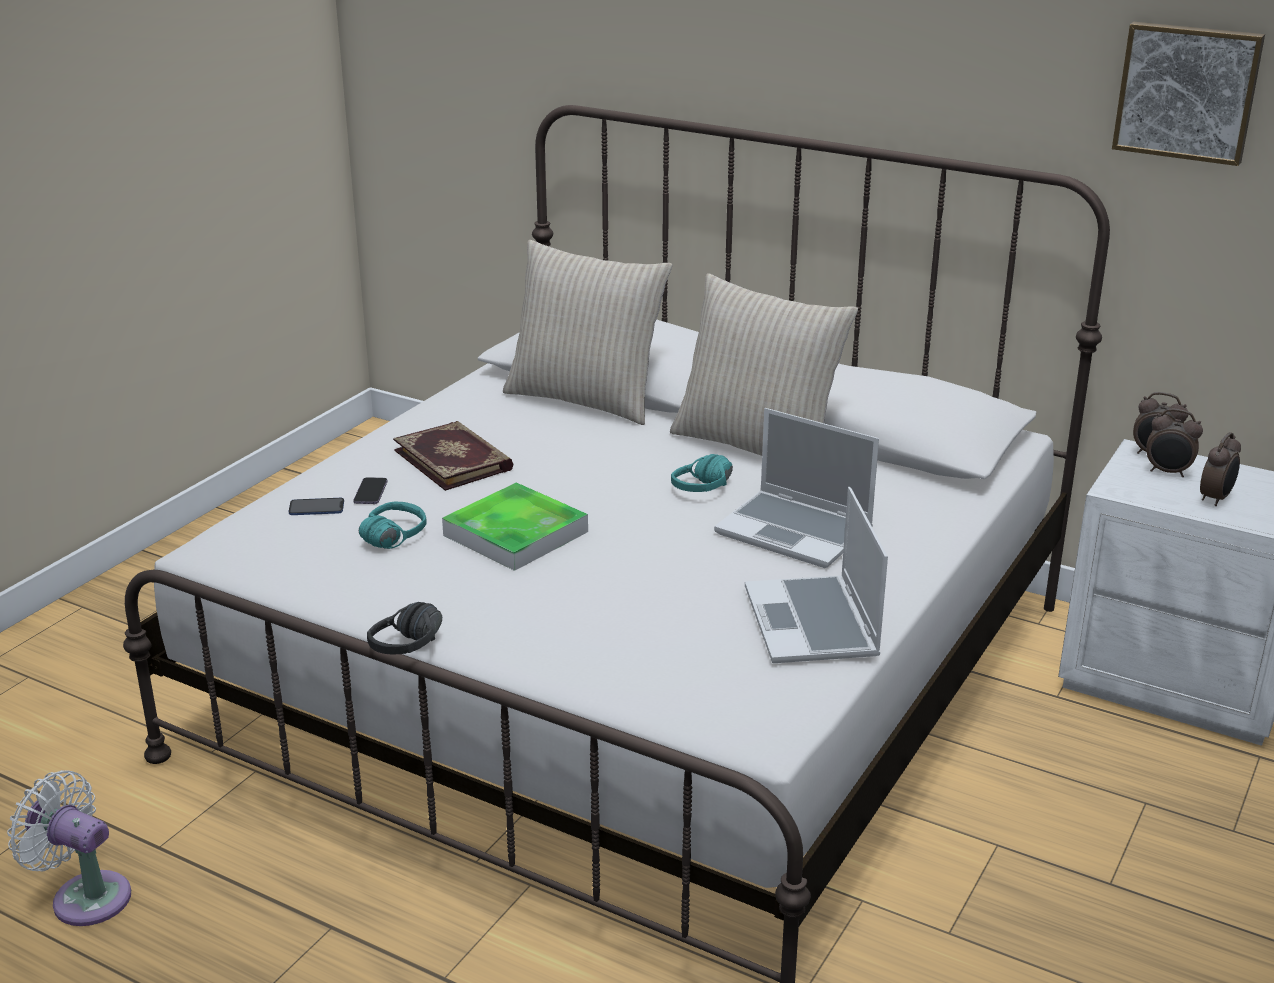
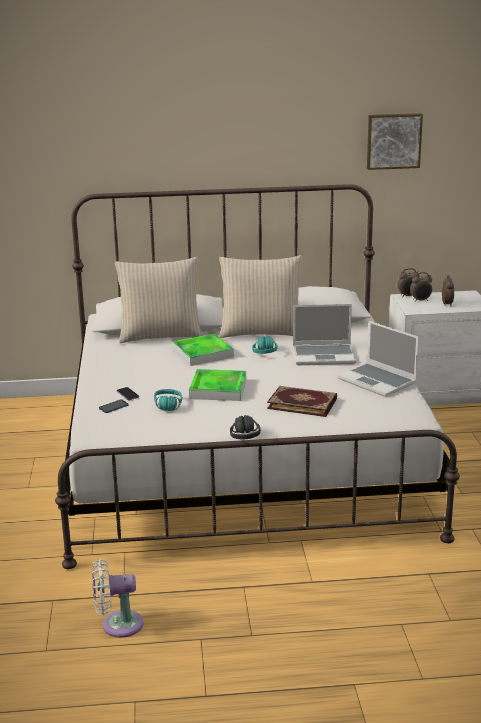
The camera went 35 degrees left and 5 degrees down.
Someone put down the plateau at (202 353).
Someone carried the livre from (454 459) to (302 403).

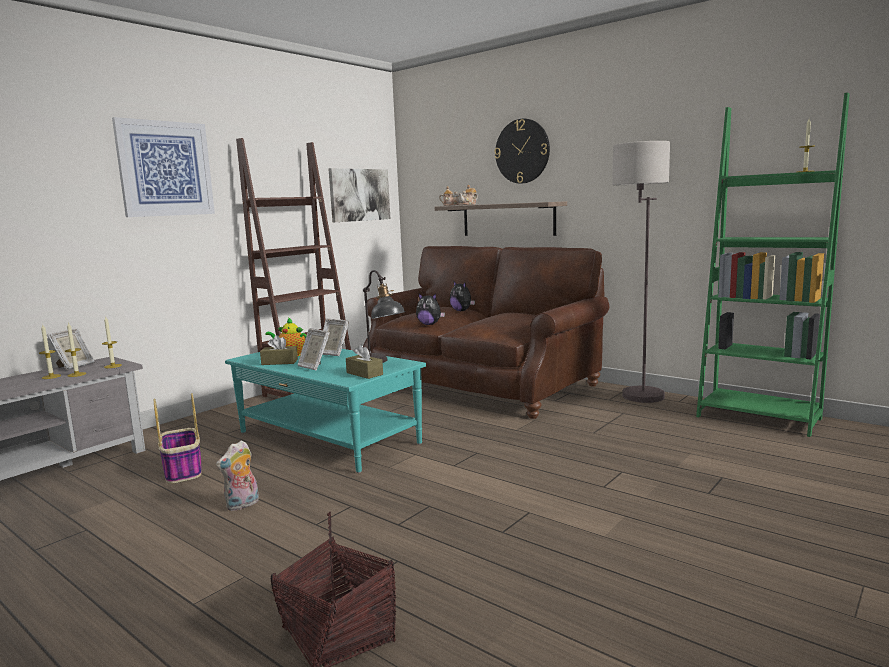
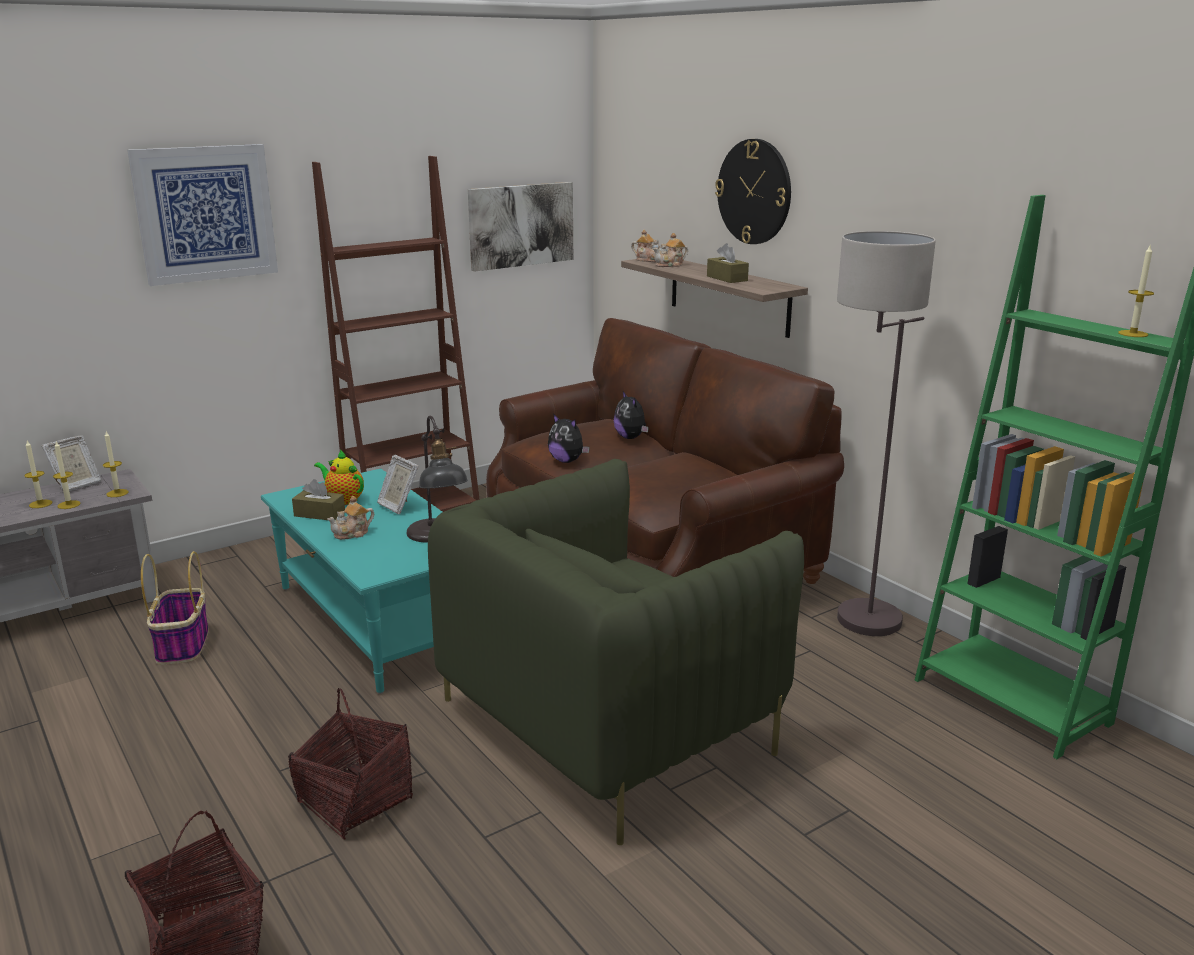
The camera went 15 degrees right and 10 degrees up.
Someone put down the panier at (355 800).
Someone swapped the cadre photo at (314 367) for the théière at (352 533).
Someone put down the fauteuil/vert at (608 723).
Someone carried the boîte à mouchoirs/marron from (364 373) to (727 278).
Someone took away the peluche at (242 505).

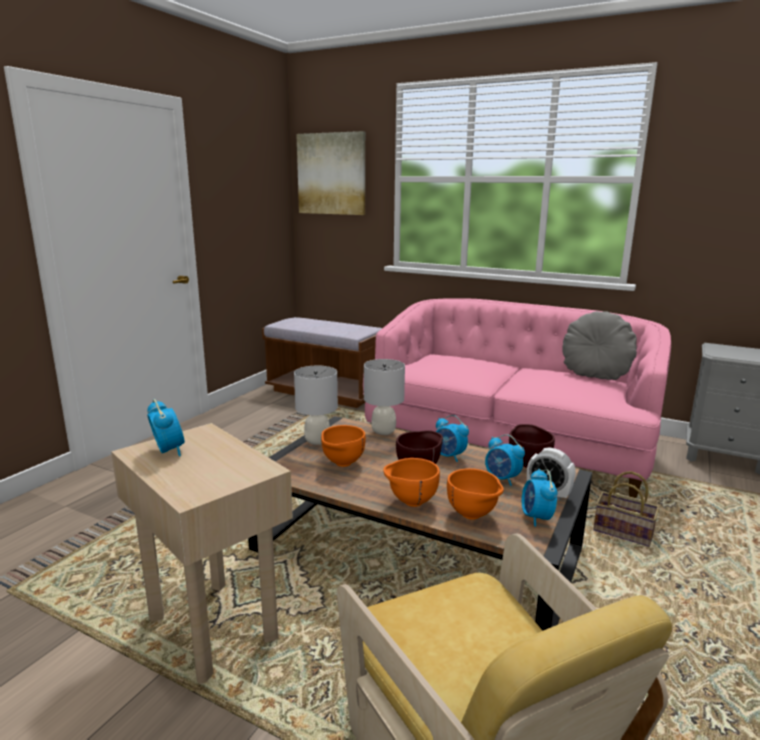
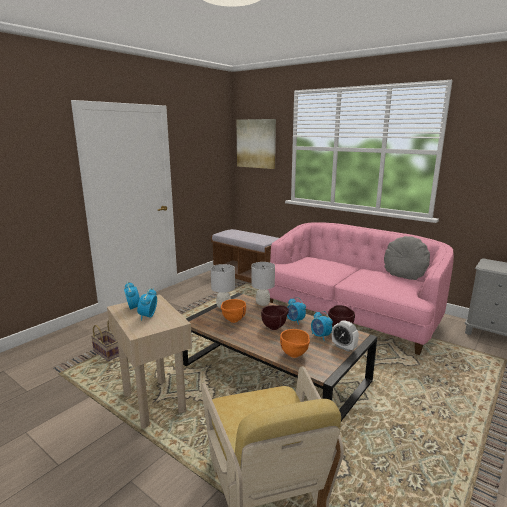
The camera went 10 degrees right and 0 degrees up.
Someone carried the panier from (624 532) to (109 353).
Someone carried the réveil from (536 518) to (148 316).
Someone took away the bol/orange at (410 502).

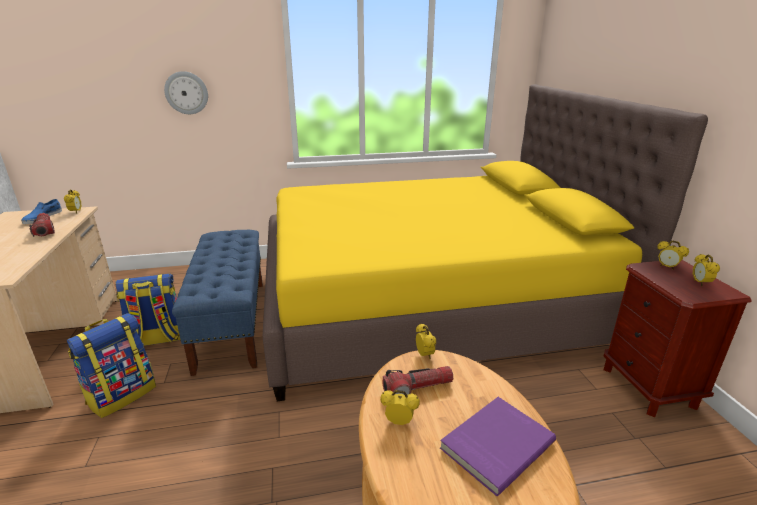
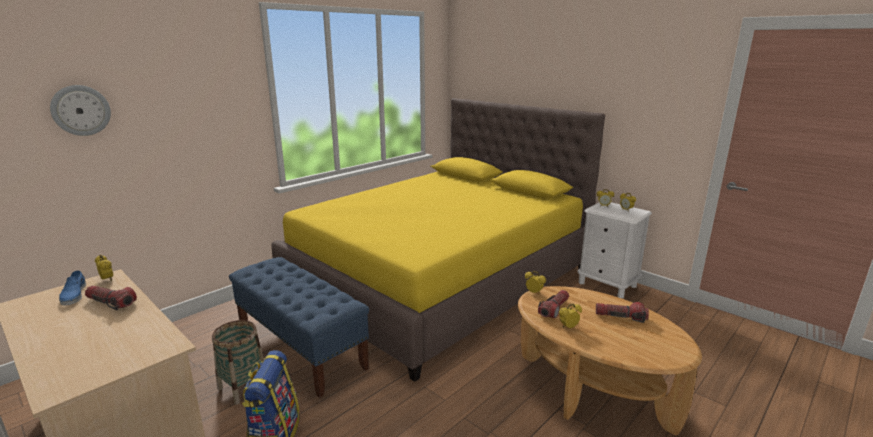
The camera went 35 degrees left and 5 degrees down.
Someone carried the horloge murale from (186 93) to (81 110).
Someone swapped the sac à dos at (157 339) for the panier at (243 387).
Someone repainted the table de chevet/marron at (648 387), which became the table de chevet/blanc at (607 284).
Someone swapped the livre/violet at (495 444) for the lampe de poche at (620 317).

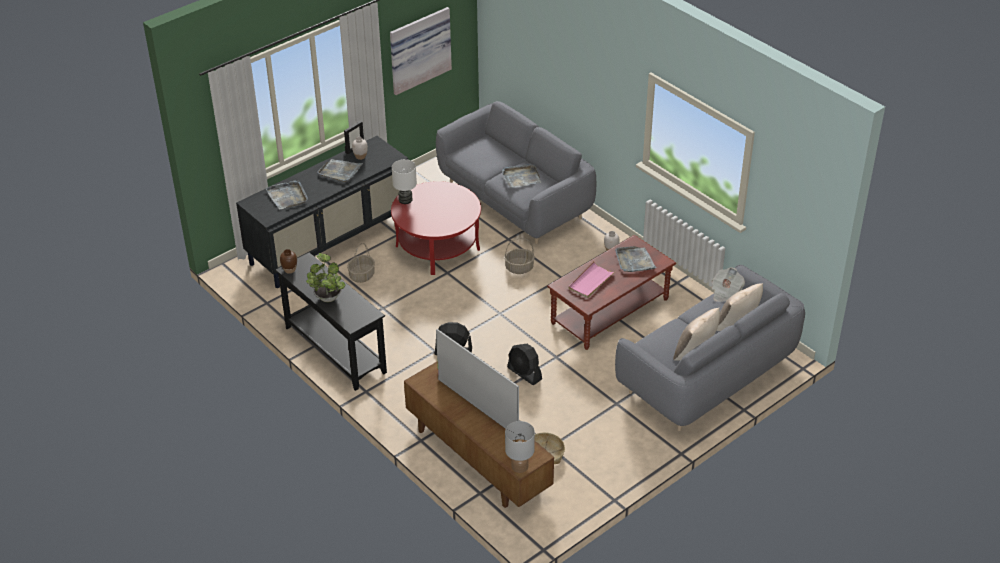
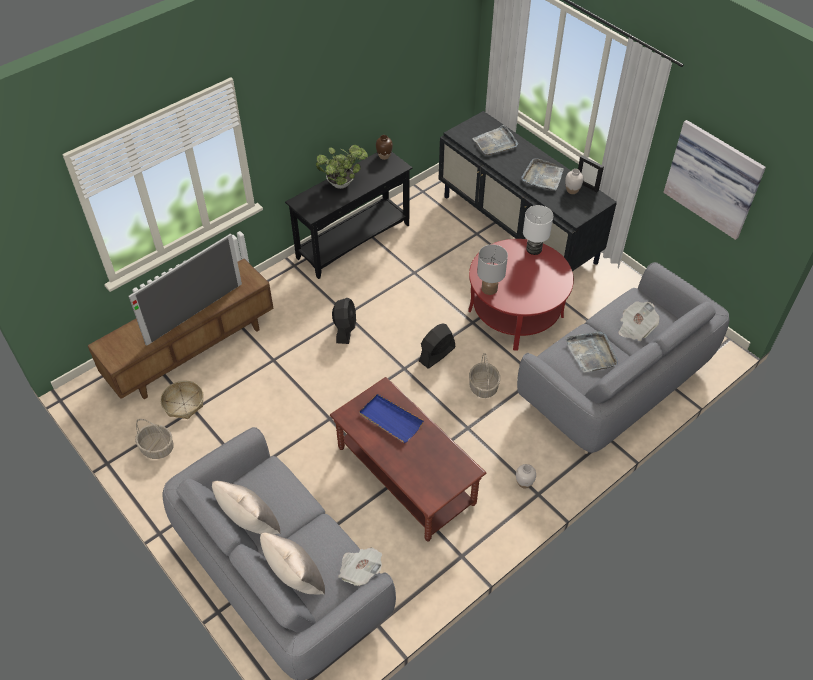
The camera went 90 degrees right and 10 degrees up.
Someone carried the panier from (362 276) to (157 448).
Someone repainted the plateau/rose at (591 281), which became the plateau/bleu at (390 419).
Someone carried the ventilateur/noir from (524 373) to (437 354).
Someone carried the lampe de table/gris from (519 466) to (489 288).
Someone put down the journal at (635 328).
Someone took away the plateau/gris at (634 261).

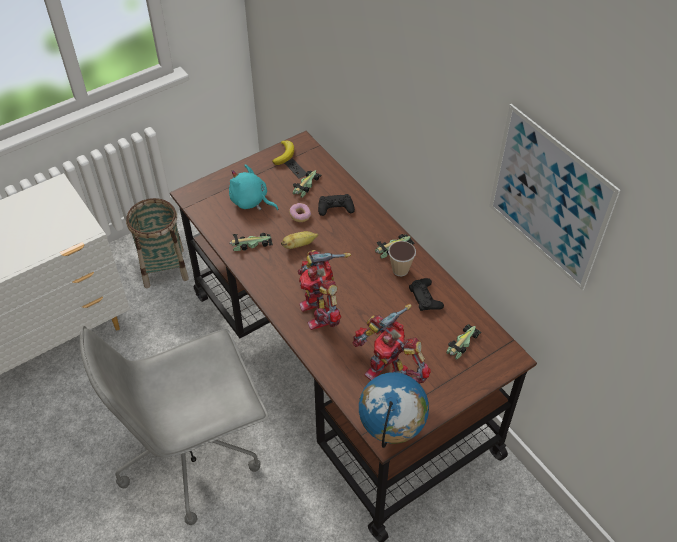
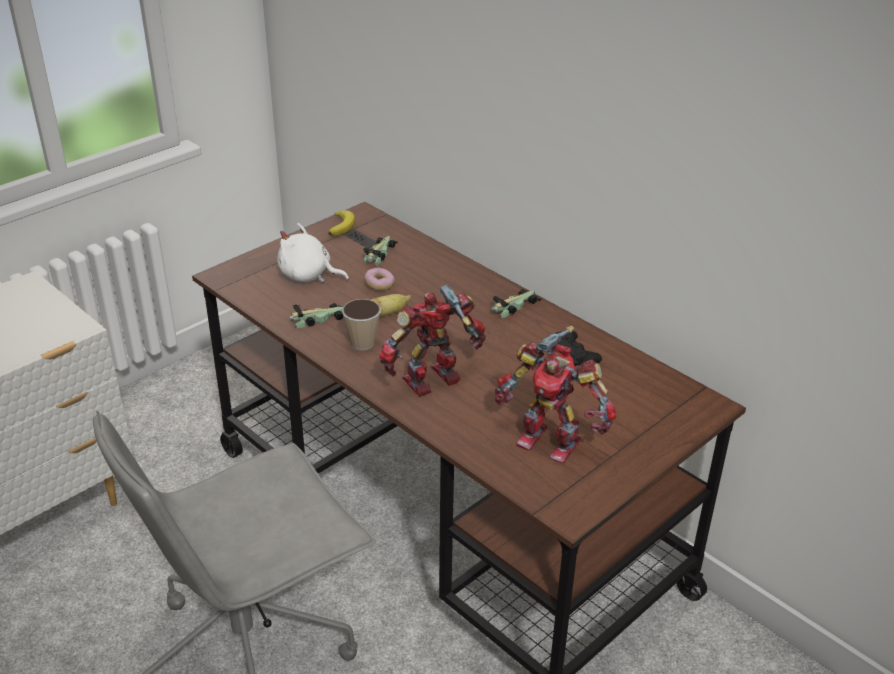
The camera went 10 degrees left and 15 degrees down.
Someone repainted the peluche/turquoise at (251 201), which became the peluche/blanc at (308 275).
Someone carried the tasse from (400 270) to (362 343).
Someone rotated the robot jouet at (320 312) by 90 degrees clockwise.
Someone took away the panier at (164 268).
Someone took away the manette/noir at (335 207).
Someone took away the globe at (391 433).
Someone took away the petite voiture at (462 343).
Someone took away the tableau at (548 198).

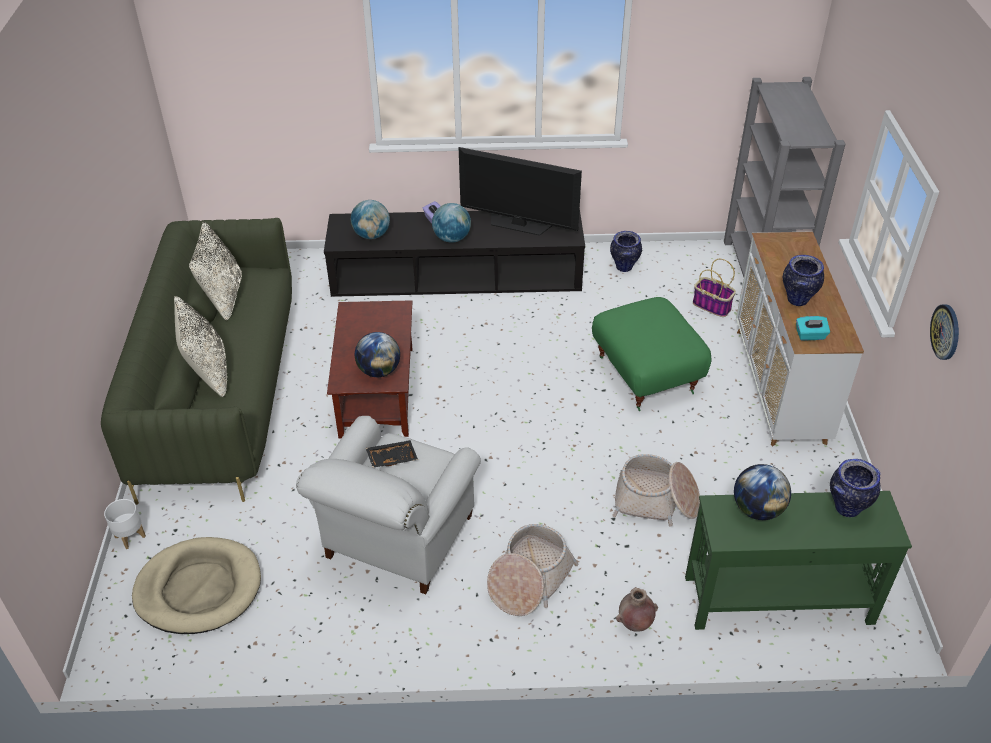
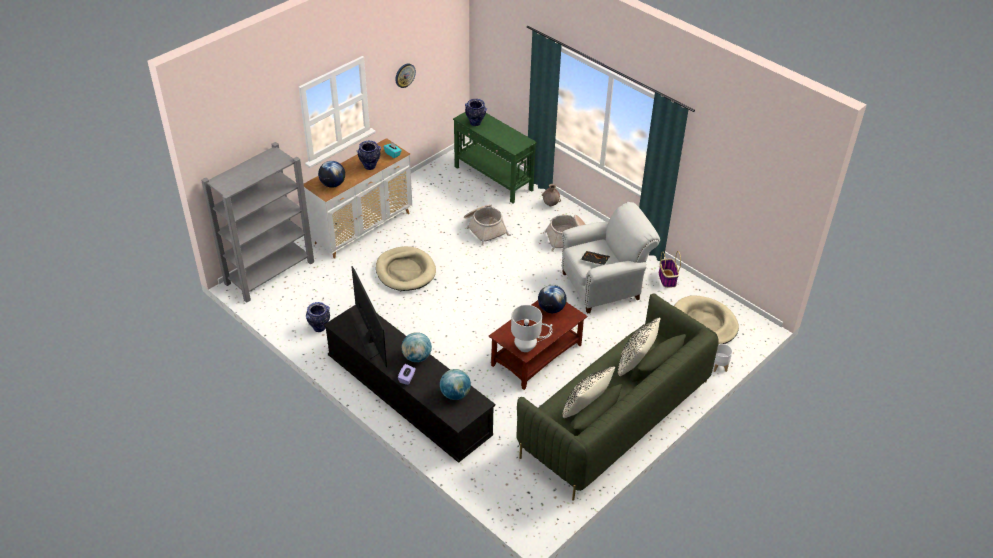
The camera went 135 degrees left and 0 degrees up.
Someone carried the globe from (757 509) to (333 184).
Someone swapped the pouf/vert at (647 374) for the panier pour chien/beige at (405 271).
Someone put down the lampe de table/blanc at (531 340).
Someone carried the panier from (712 306) to (667 278).

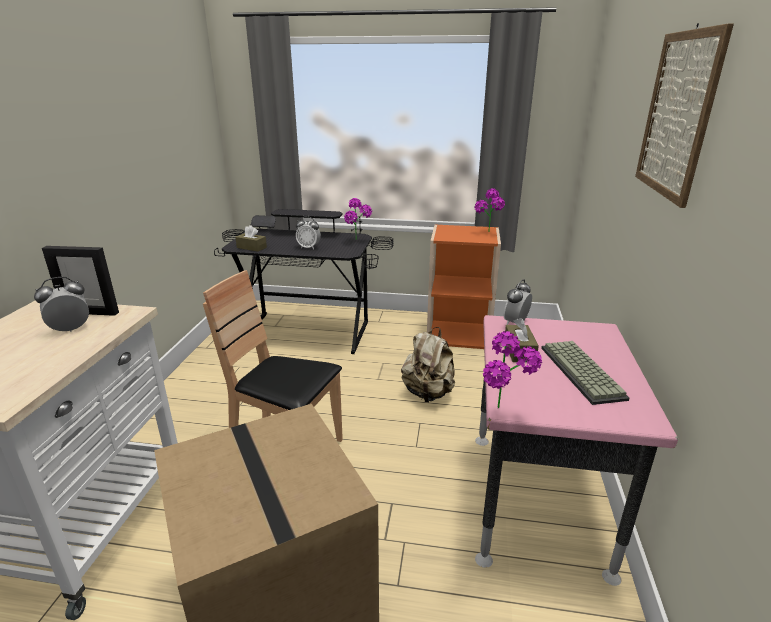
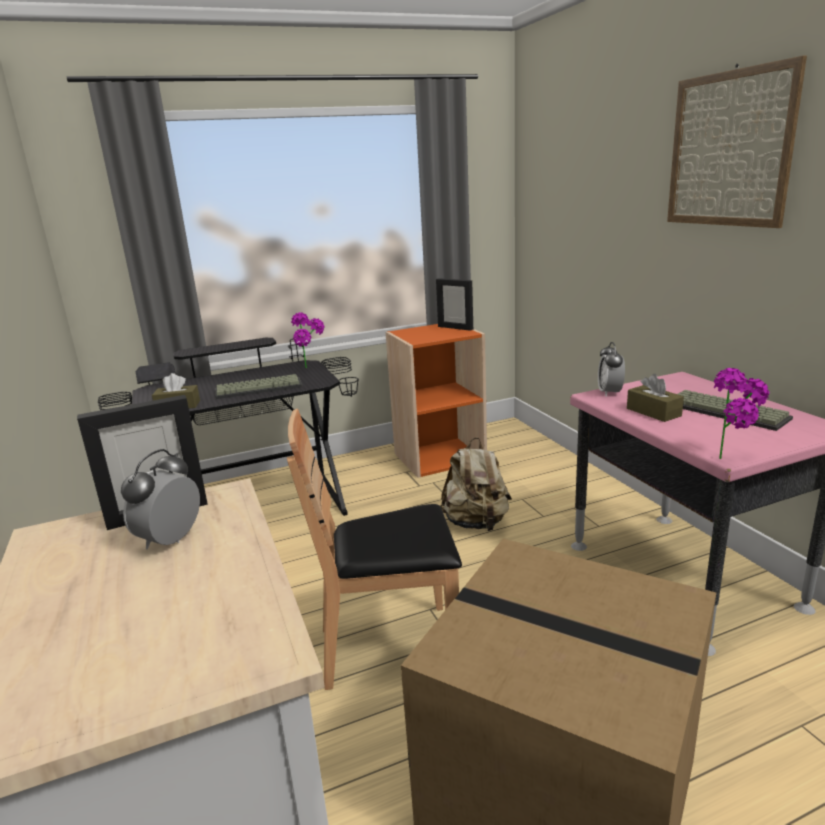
The camera went 30 degrees left and 5 degrees down.
Someone swapped the réveil at (309 247) for the clavier at (259 388).
Someone swapped the plante en pot at (488 233) for the cadre photo at (455 327).

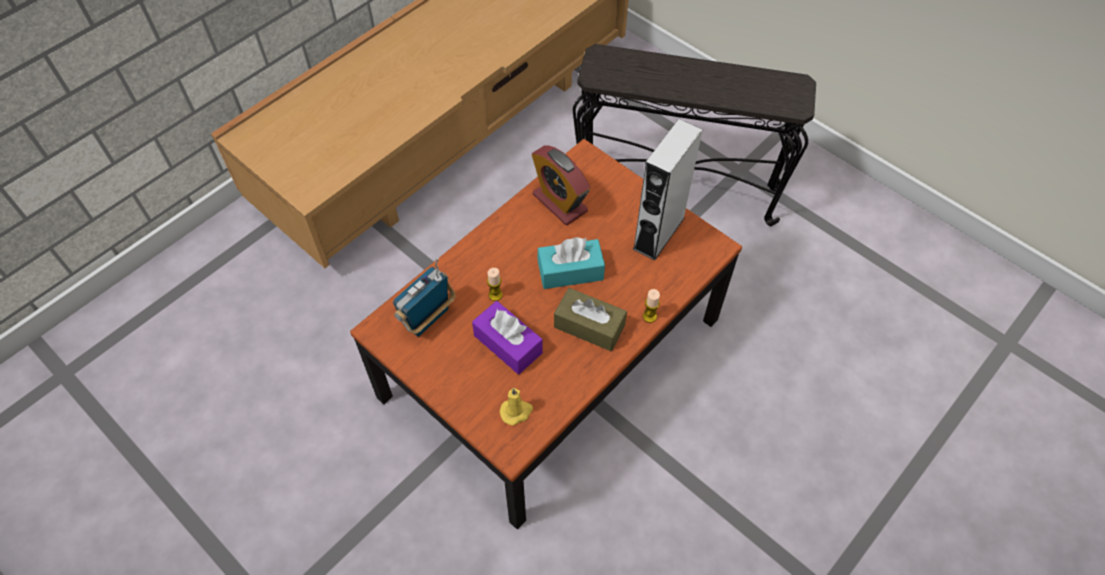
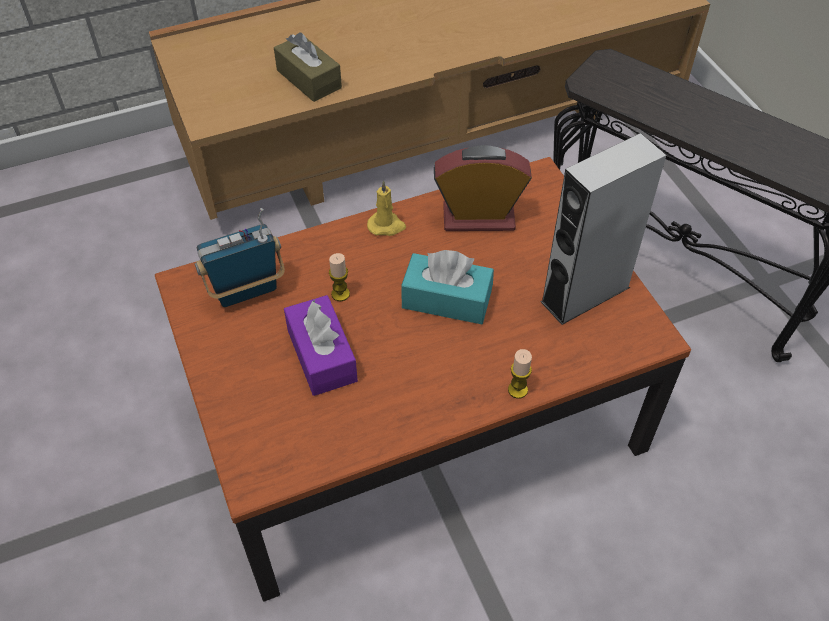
The camera went 25 degrees right and 5 degrees down.
Someone carried the boîte à mouchoirs/marron from (589 326) to (309 79).
Someone carried the bougie/jaune from (516 411) to (386 226).
Someone rotated the réveil at (560 203) by 105 degrees clockwise.

